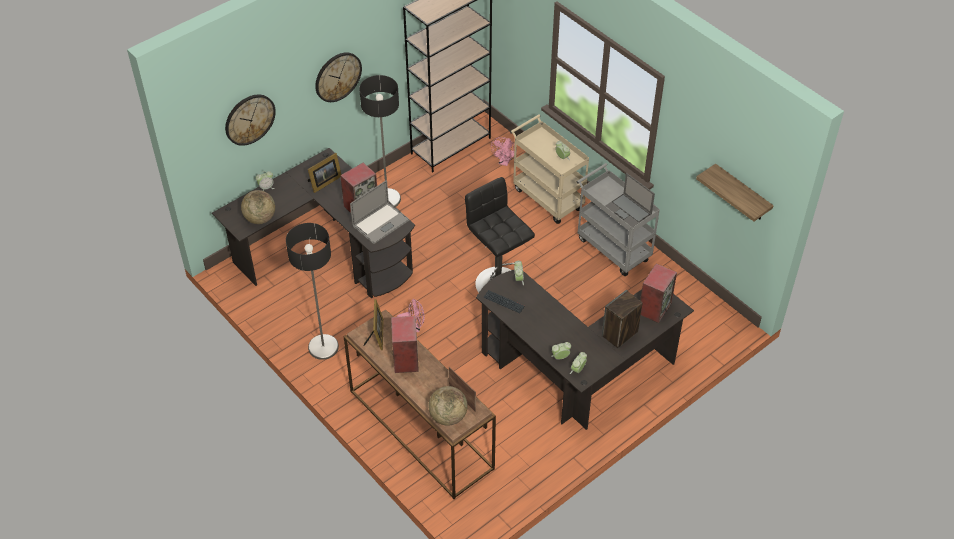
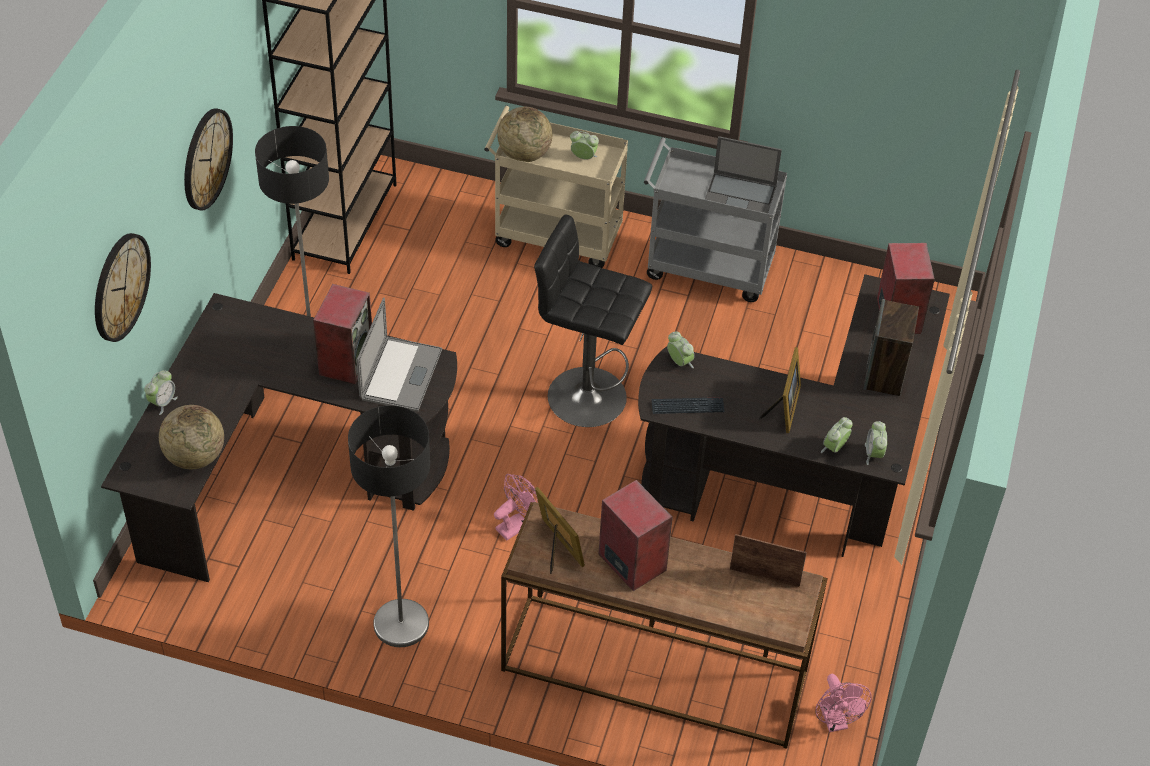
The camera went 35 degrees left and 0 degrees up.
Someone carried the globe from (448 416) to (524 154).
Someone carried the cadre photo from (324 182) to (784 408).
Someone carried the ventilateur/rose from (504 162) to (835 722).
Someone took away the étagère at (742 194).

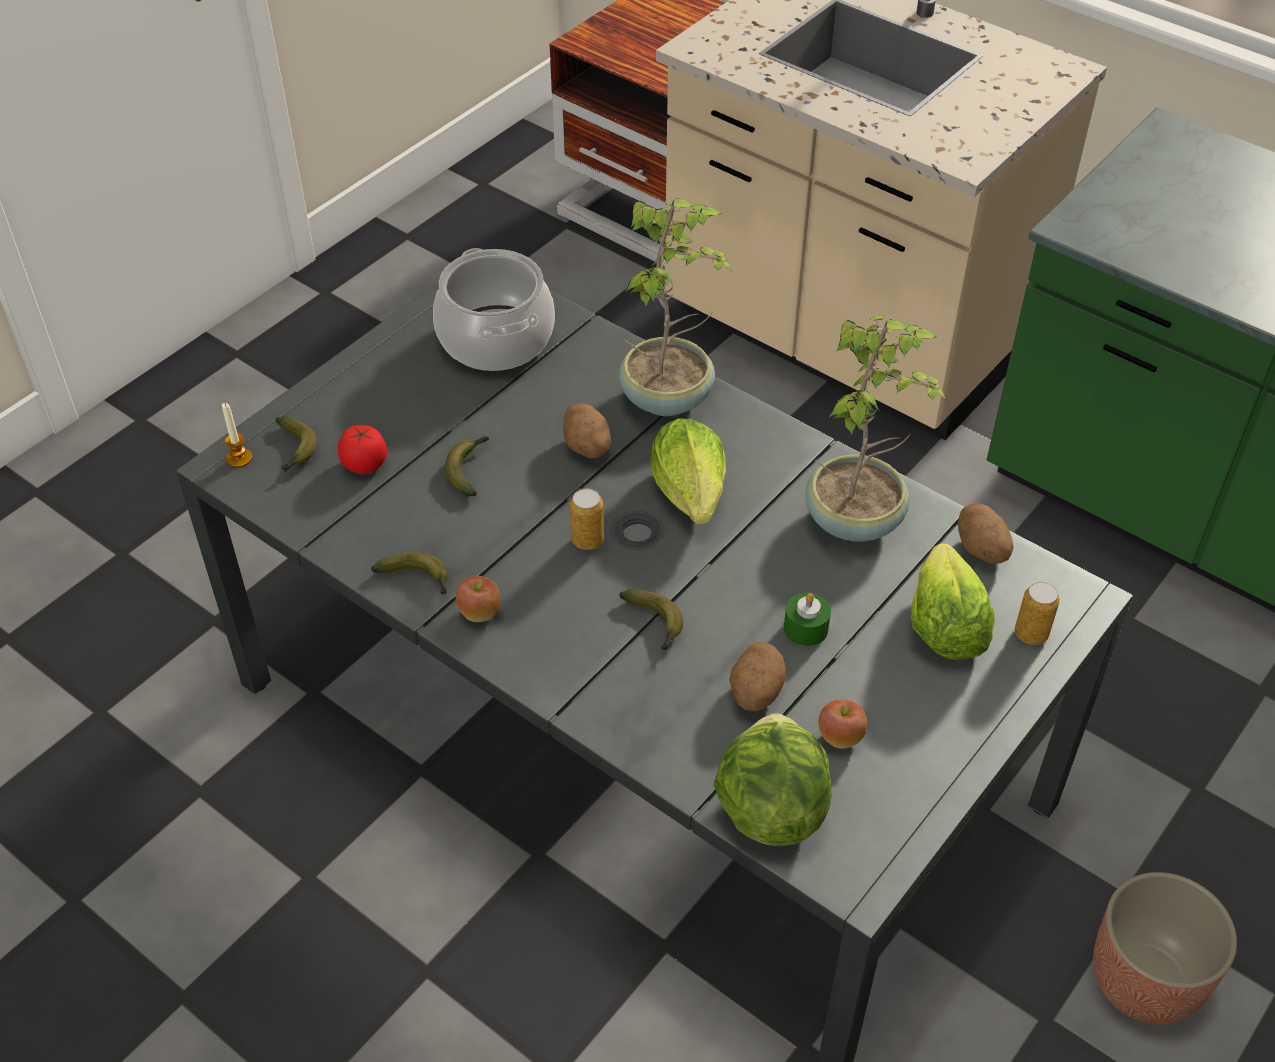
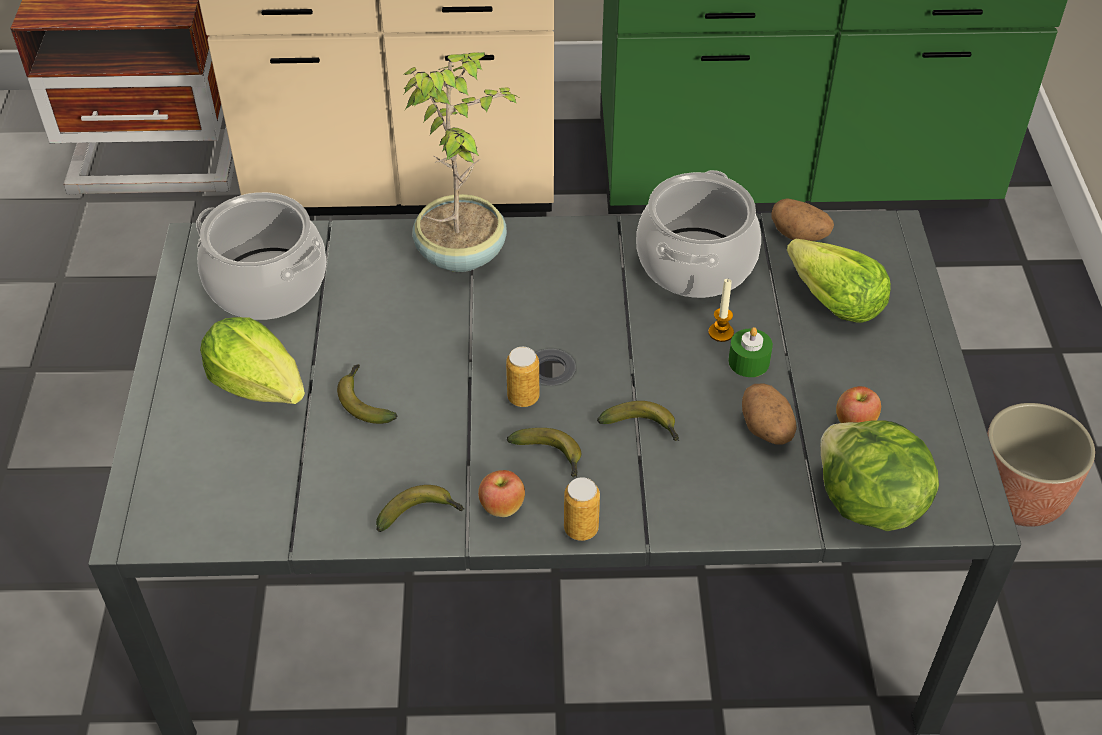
The camera went 40 degrees left and 0 degrees up.
Someone carried the laitue from (691 493) to (259 384).
Someone carried the banane from (295 450) to (551 456).
Someone carried the boîte métallique from (1031 634) to (581 528).
Someone swapped the plante en pot at (856 519) for the marmite at (696 263).
Someone carried the bougie from (239 458) to (721 332).
Someone took away the tomate at (365 464).
Someone took away the pomme de terre at (587 447).

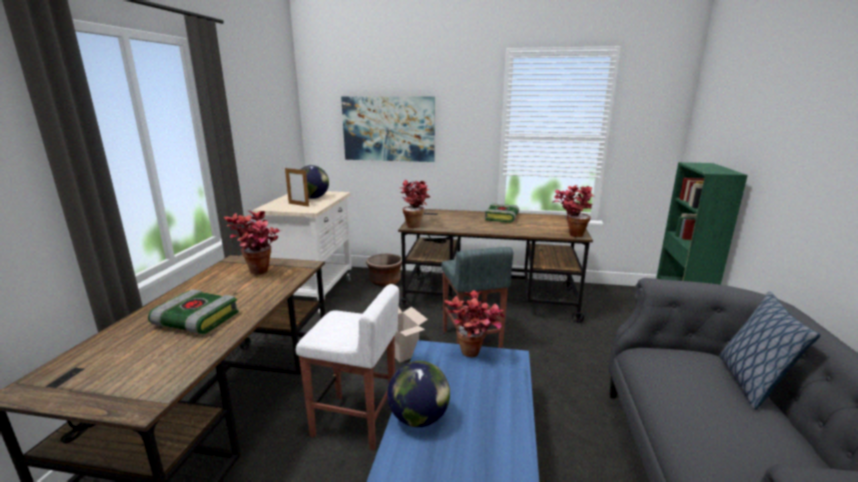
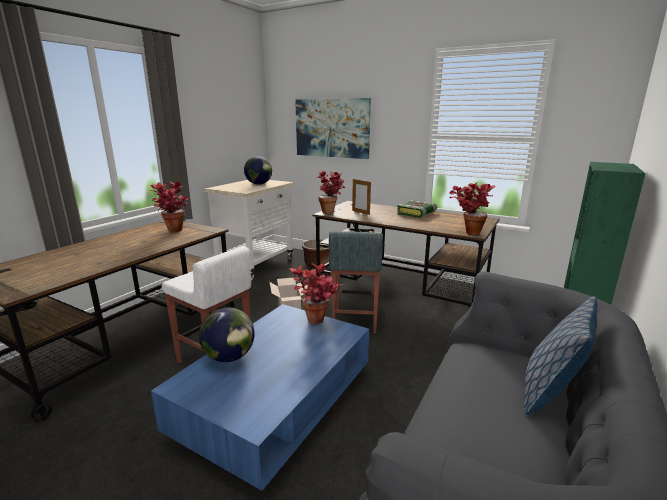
The camera went 20 degrees right and 0 degrees up.
Someone carried the cadre photo from (299 205) to (360 212).
Someone took away the livre at (195 320).

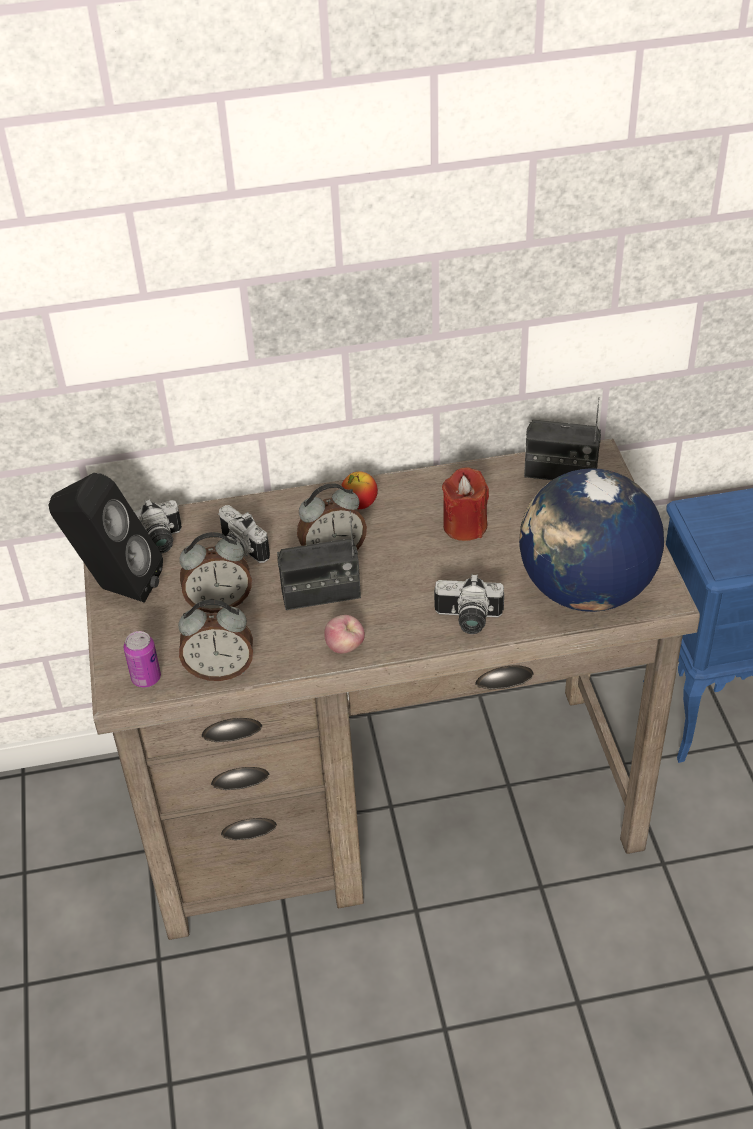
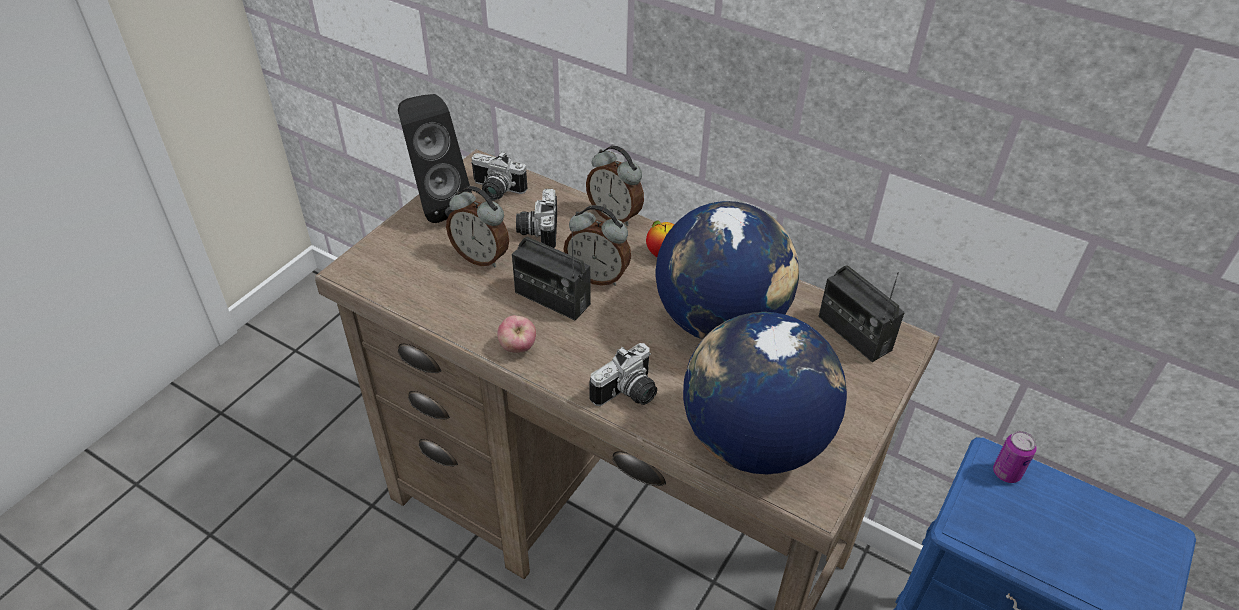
The camera went 40 degrees right and 0 degrees up.
Someone carried the réveil from (220 670) to (615 215).
Someone rotated the appareil photo at (468 620) by 90 degrees counterclockwise.
Someone swapped the bougie/rouge at (465 526) for the globe at (721 322).
Someone carried the boîte métallique from (146 678) to (1006 473).

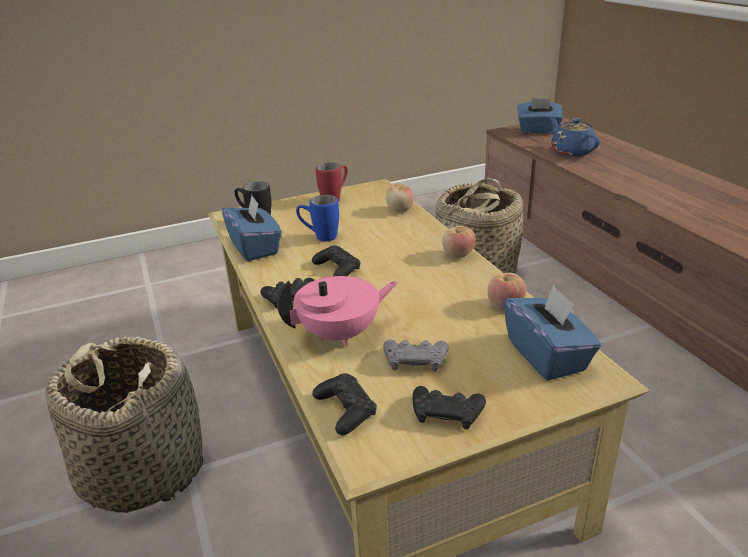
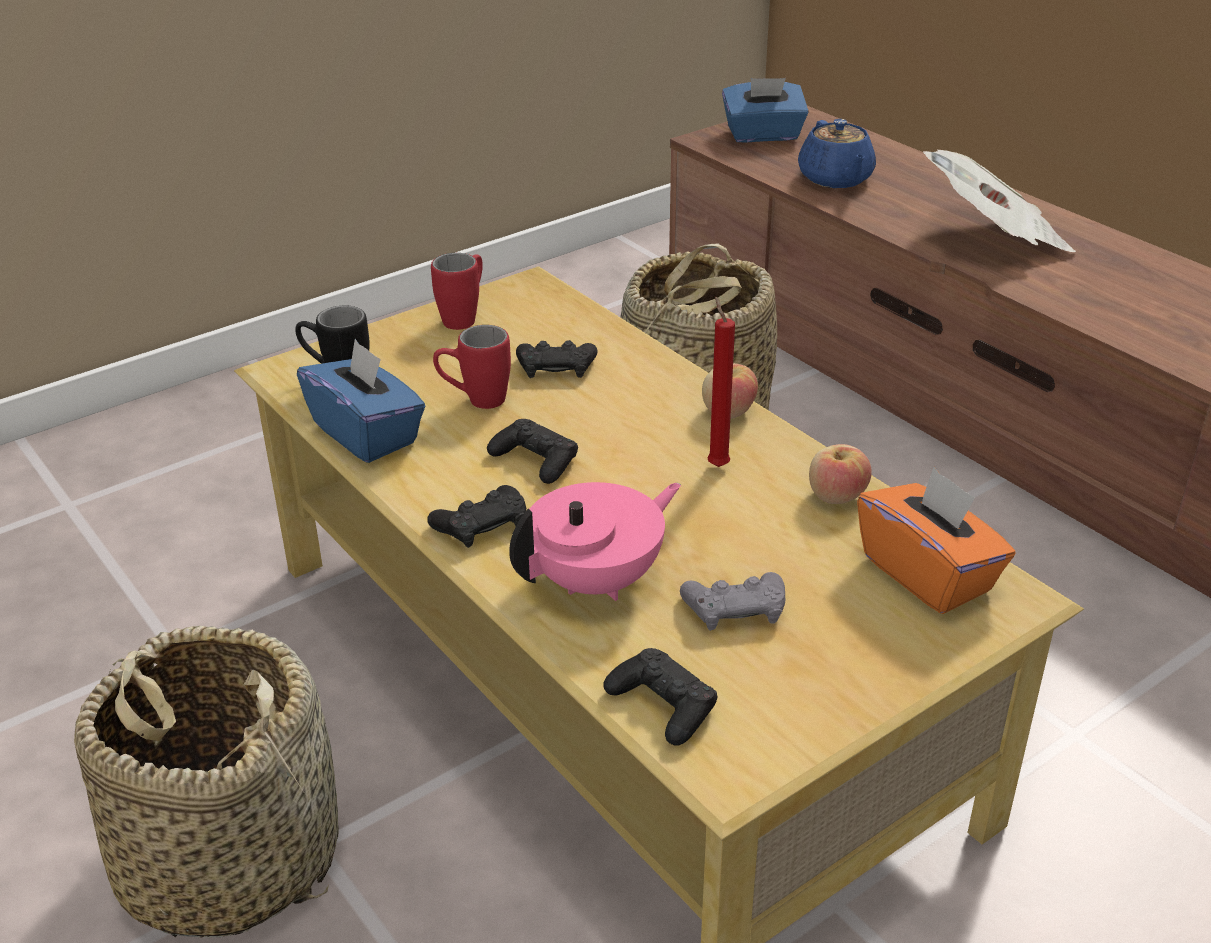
The camera went 15 degrees left and 5 degrees up.
Someone repainted the mug/bleu at (319 237), which became the mug/rouge at (475 401).
Someone carried the manette/noir from (447 412) to (556 367).
Someone put down the bougie/rouge at (716 464).
Someone rotated the théière/bleu at (571 152) by 150 degrees counterclockwise.
Someone repainted the boîte à mouchoirs/bleu at (547 355), which became the boîte à mouchoirs/orange at (928 574).
Someone put down the journal at (994 239).
Someone took away the pomme at (400 210).

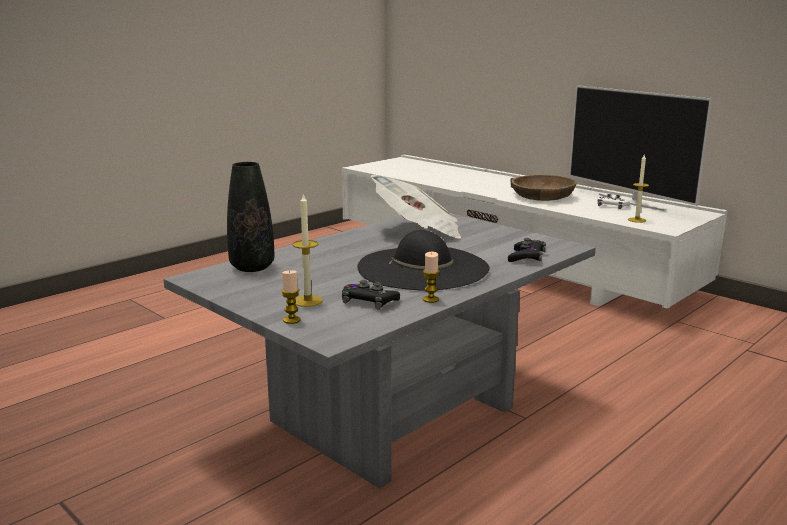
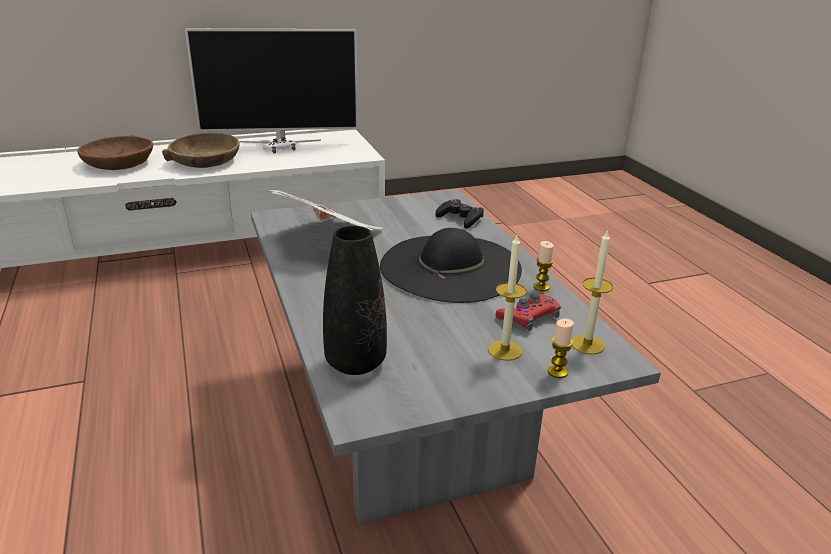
The camera went 65 degrees left and 10 degrees up.
Someone put down the bol/marron at (118 163).
Someone repainted the manette/noir at (369 301), which became the manette/rouge at (528 317).
Someone carried the bougie from (637 220) to (587 344).

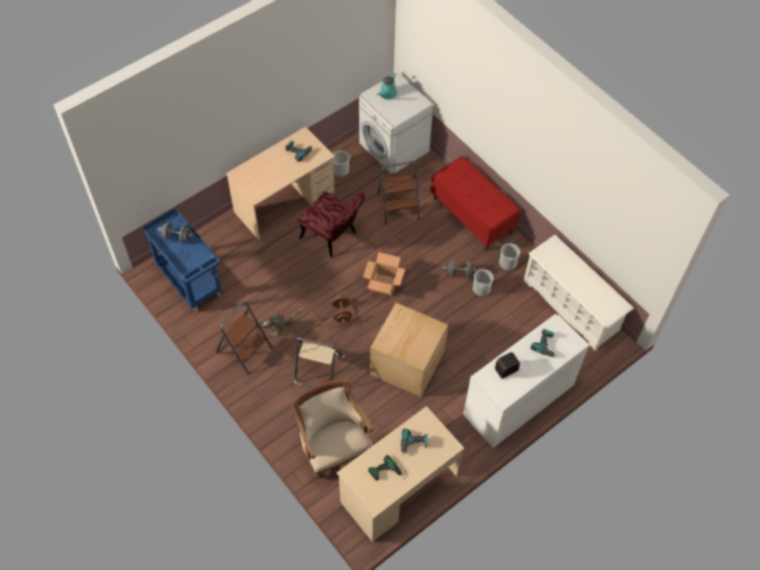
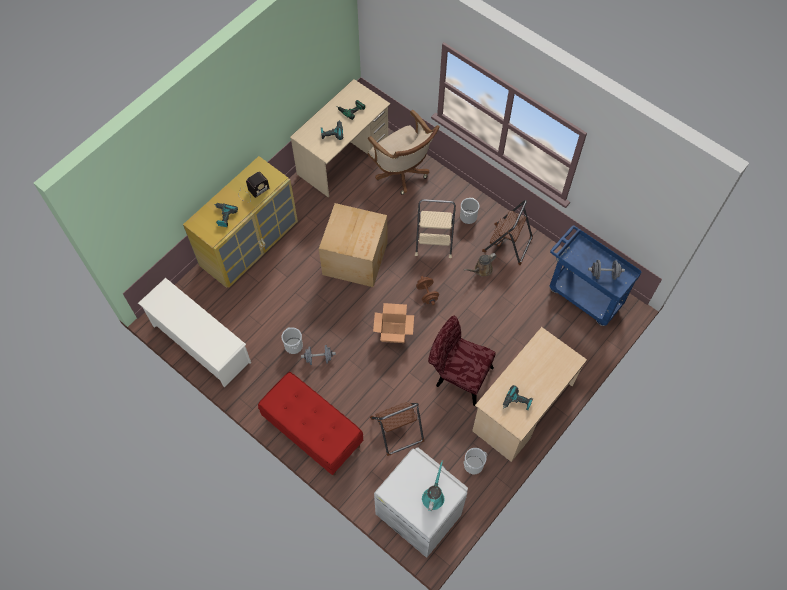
The camera went 170 degrees right and 5 degrees up.
Someone repainted the meuble de rangement/blanc at (518 400), which became the meuble de rangement/jaune at (249 243).
Someone carried the seau from (507 263) to (468 216).

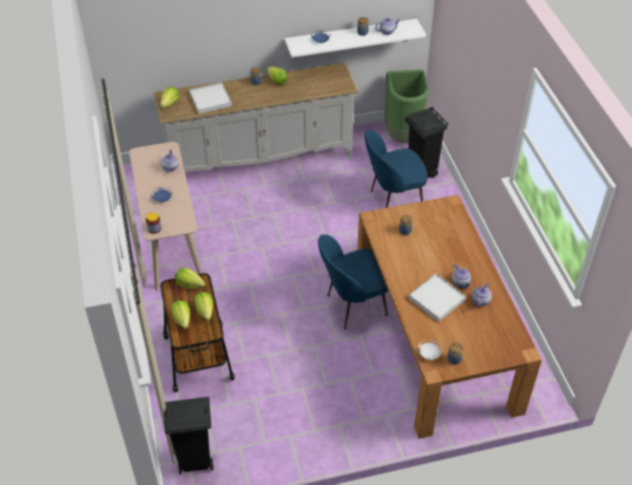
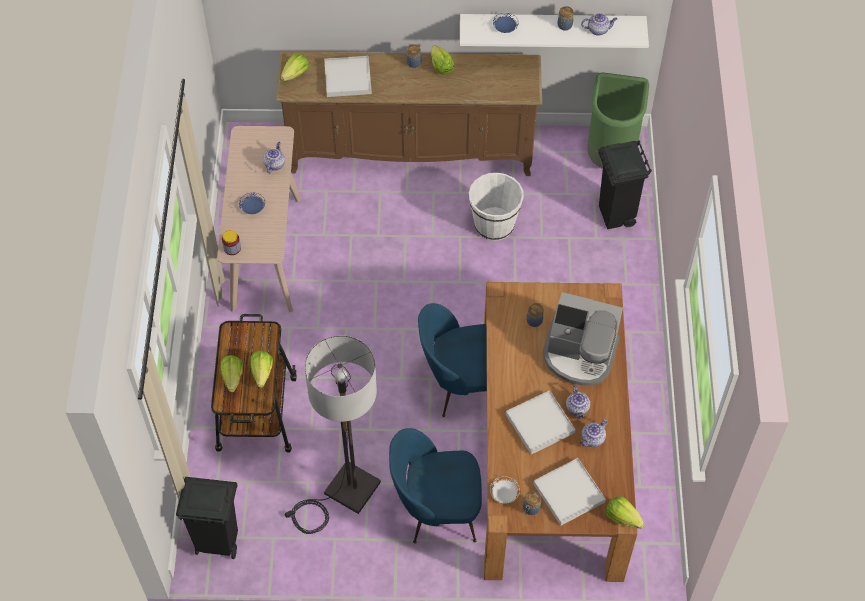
The camera went 15 degrees right and 10 degrees up.
Someone repainted the meuble de rangement/gris at (260 161), which became the meuble de rangement/marron at (411 154).
Someone put down the lampadaire at (339 496).
Someone carried the chaise/bleu from (392 202) to (436 513).
Someone put down the seau/blanc at (494 224).
Someone put down the plateau/blanc at (569 493).
Someone put down the machine à café at (579 355).
Someone carried the laitue from (190 284) to (622 517).

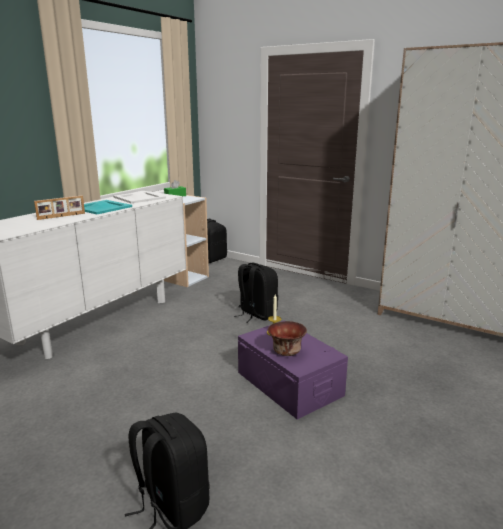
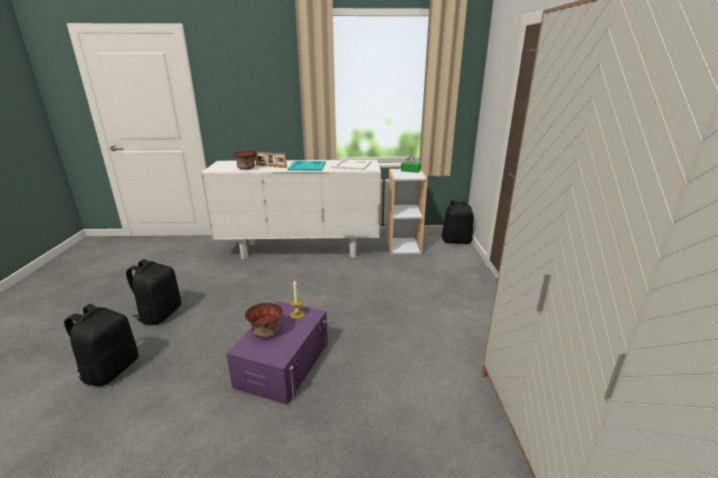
The camera went 55 degrees right and 5 degrees up.
Someone carried the sac à dos/noir from (256 314) to (160 314).
Someone put down the bol at (246 168).

